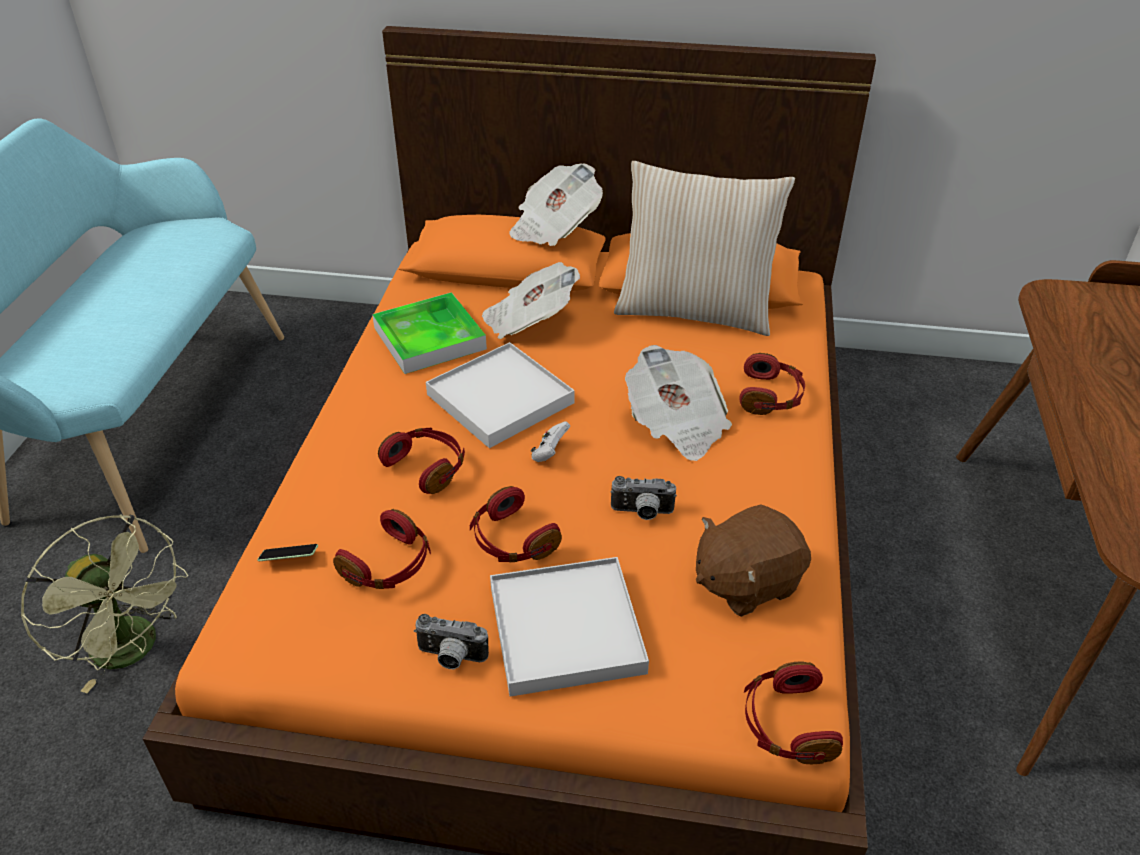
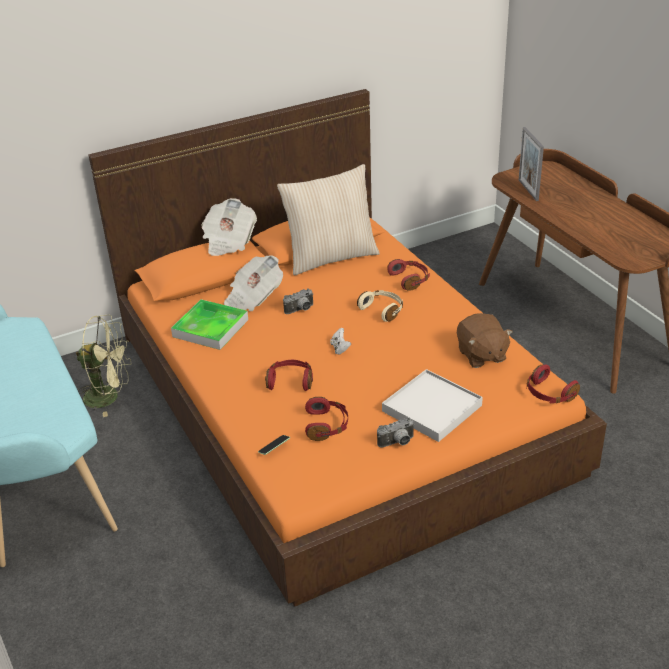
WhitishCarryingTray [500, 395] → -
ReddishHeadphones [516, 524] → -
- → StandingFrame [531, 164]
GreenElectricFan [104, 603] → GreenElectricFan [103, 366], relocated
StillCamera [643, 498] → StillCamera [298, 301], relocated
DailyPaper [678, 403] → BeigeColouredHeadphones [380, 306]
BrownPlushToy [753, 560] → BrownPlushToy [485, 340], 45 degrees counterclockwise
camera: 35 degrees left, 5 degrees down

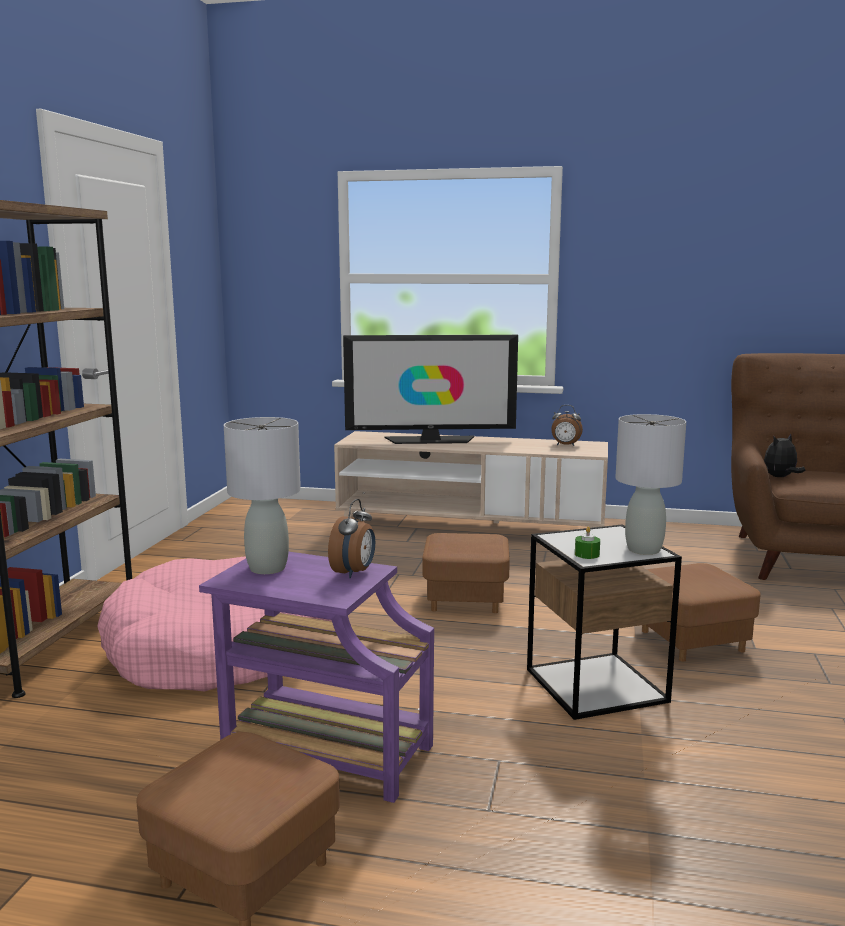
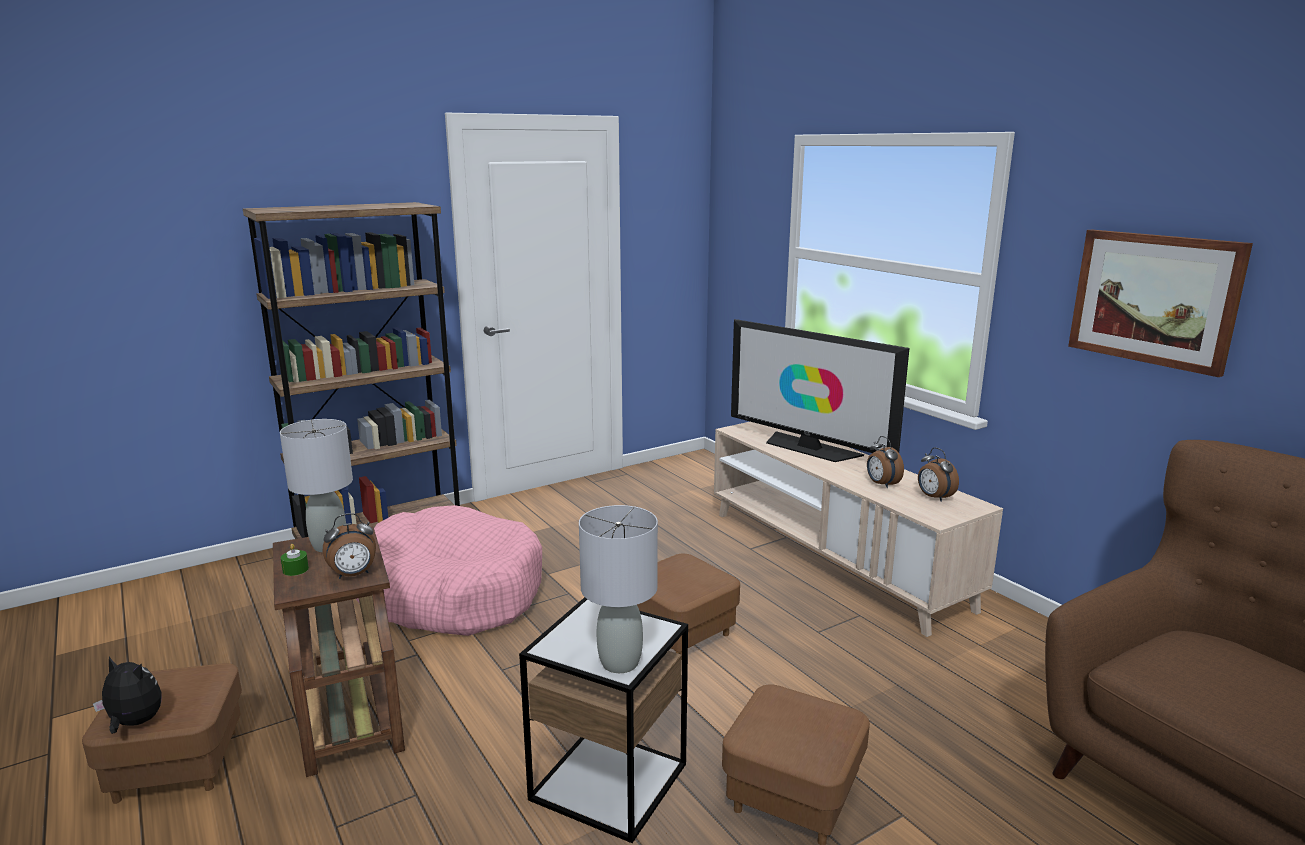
- → BedsideClock [885, 462]
- → WallArt [1160, 303]
GreenWaxLight [587, 542] → GreenWaxLight [295, 560], relocated
PlushToy [785, 455] → PlushToy [127, 695], relocated
PurplishEndTable [316, 677] → BrownEndTable [339, 651]
camera: 45 degrees right, 5 degrees up

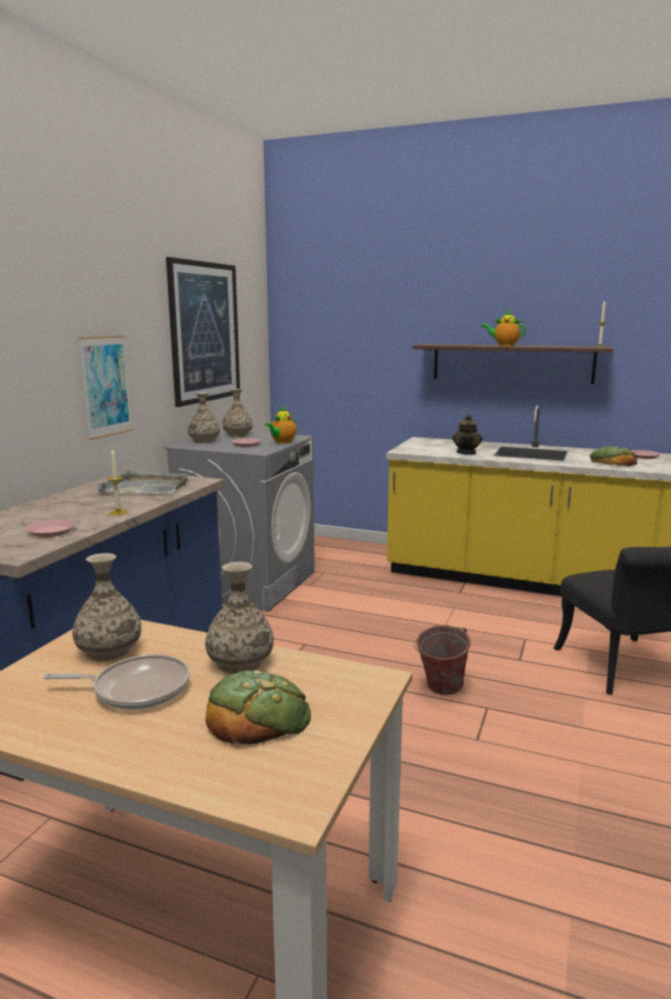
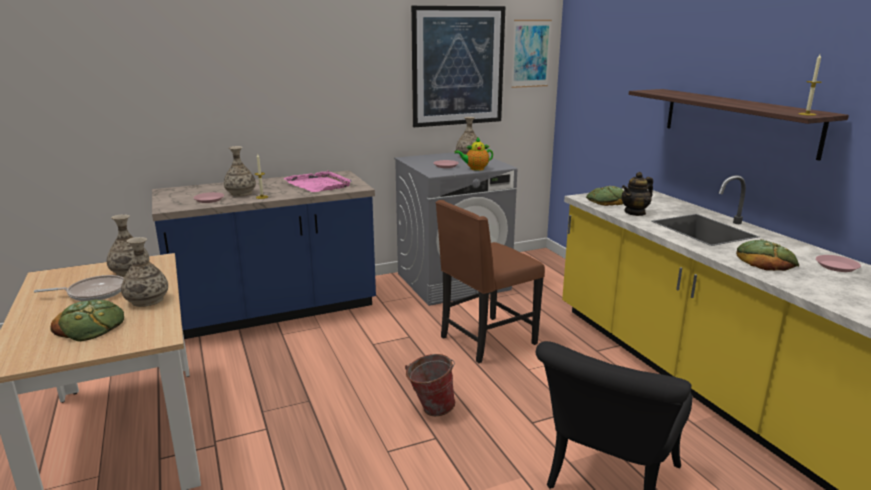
PotForTea [503, 328] → -
- → BrownChair [490, 281]
- → Bread [605, 196]
WallArt [106, 388] → WallArt [531, 54], relocated
DecorativeVase [204, 417] → DecorativeVase [240, 171], relocated
GreyCarryingTray [142, 482] → PinkColouredCarryingTray [318, 181]
Skillet [117, 682] → Skillet [79, 288], 60 degrees counterclockwise
camera: 45 degrees right, 5 degrees up

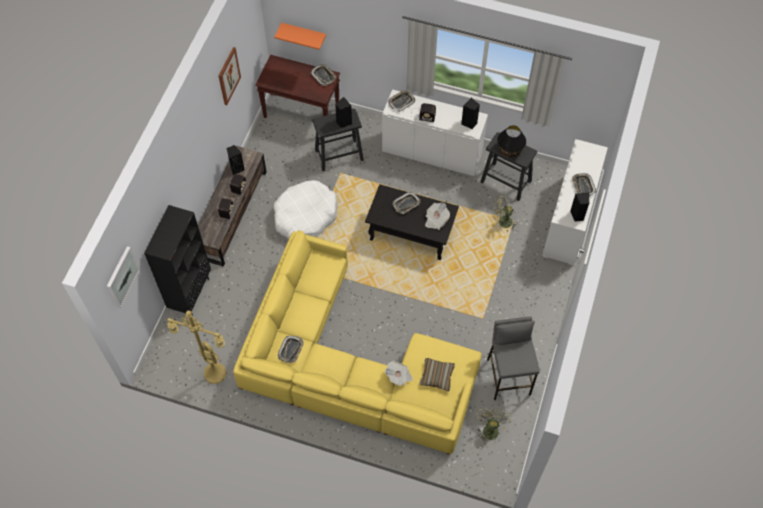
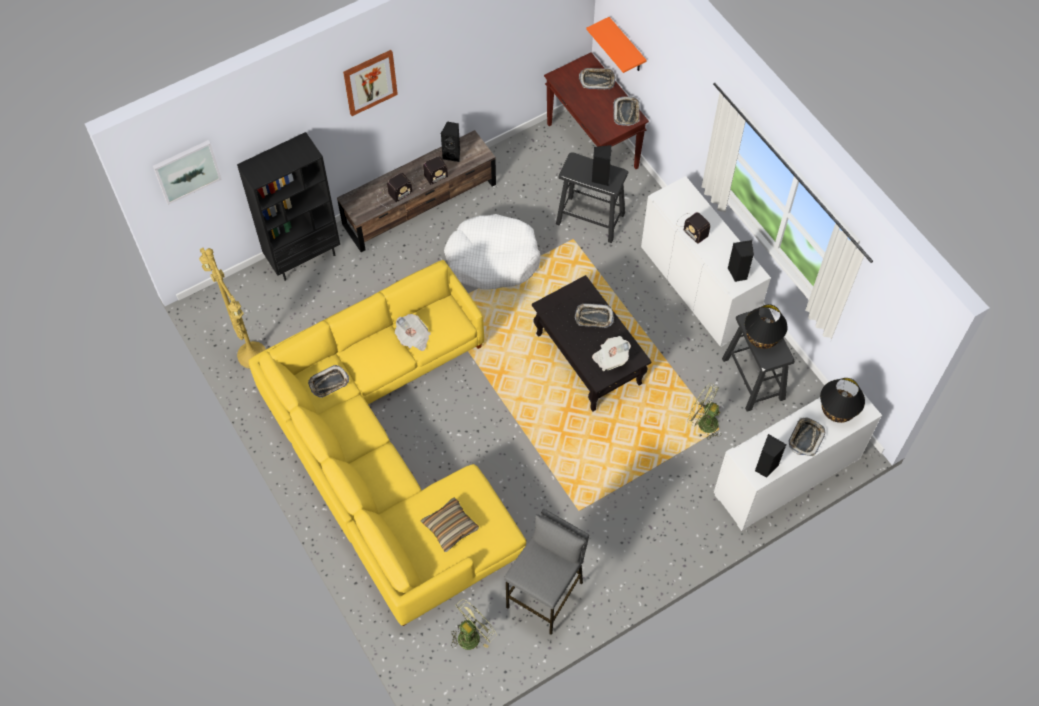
- → BlackColouredTableLamp [842, 400]
WallArt [229, 76] → WallArt [370, 83], relocated
DailyPaper [399, 373] → DailyPaper [413, 332], relocated
CarryingTray [401, 101] → CarryingTray [597, 78], relocated
camera: 40 degrees right, 0 degrees up

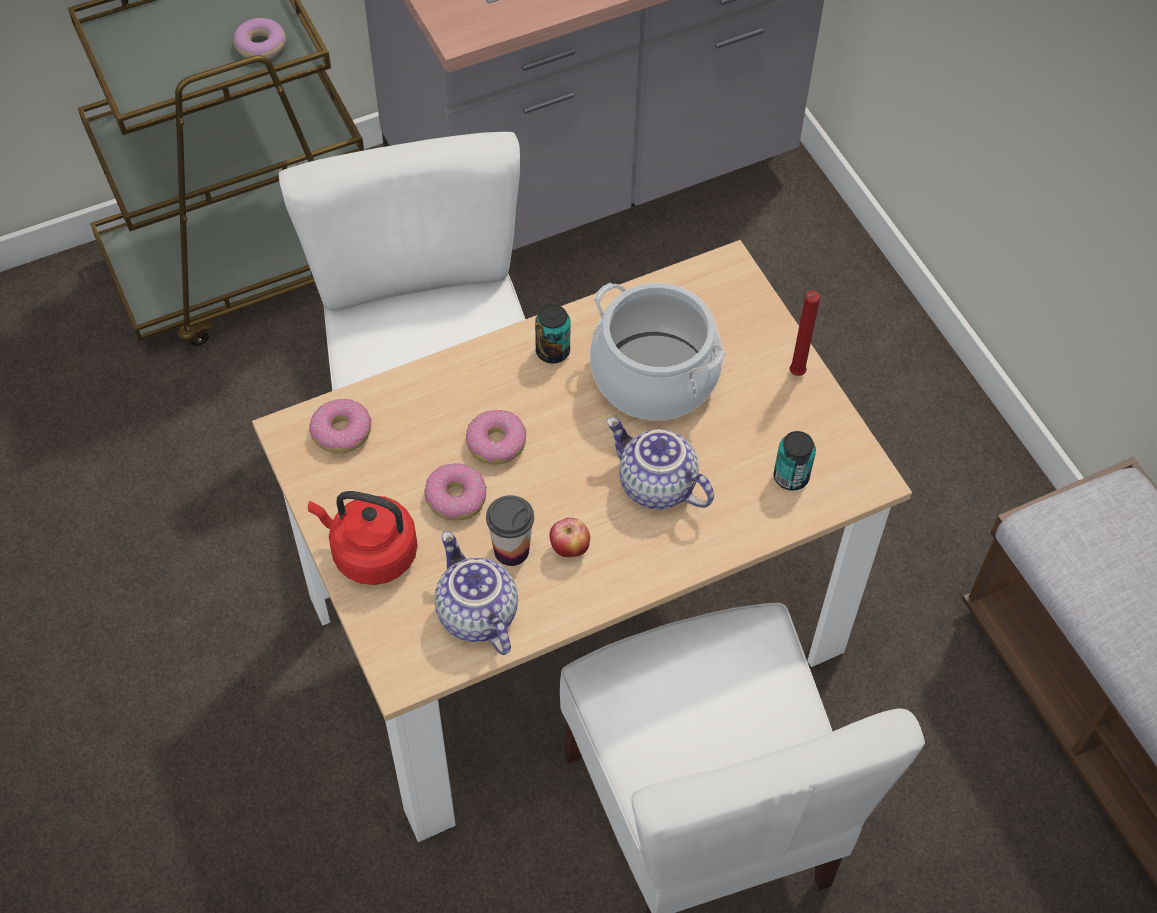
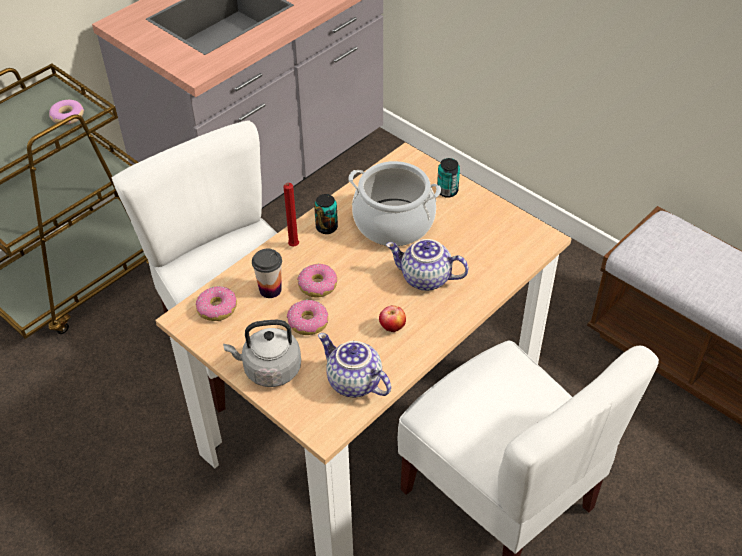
Cup [510, 530] → Cup [267, 273], relocated
SealedCan [795, 461] → SealedCan [448, 178], relocated
ReddishWaxLight [804, 333] → ReddishWaxLight [291, 214], relocated
ReddishTeaKettle [363, 538] → GreyTeaKettle [262, 353]
camera: 20 degrees left, 10 degrees down

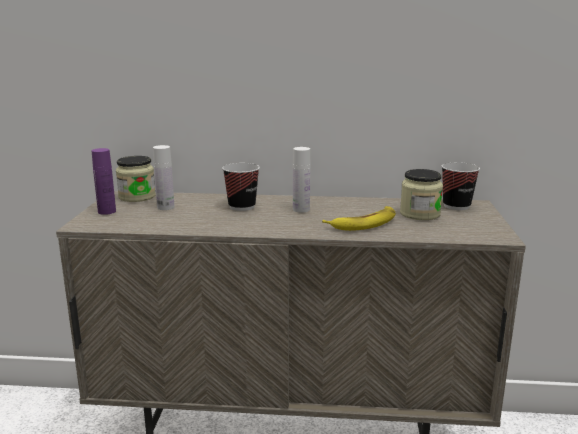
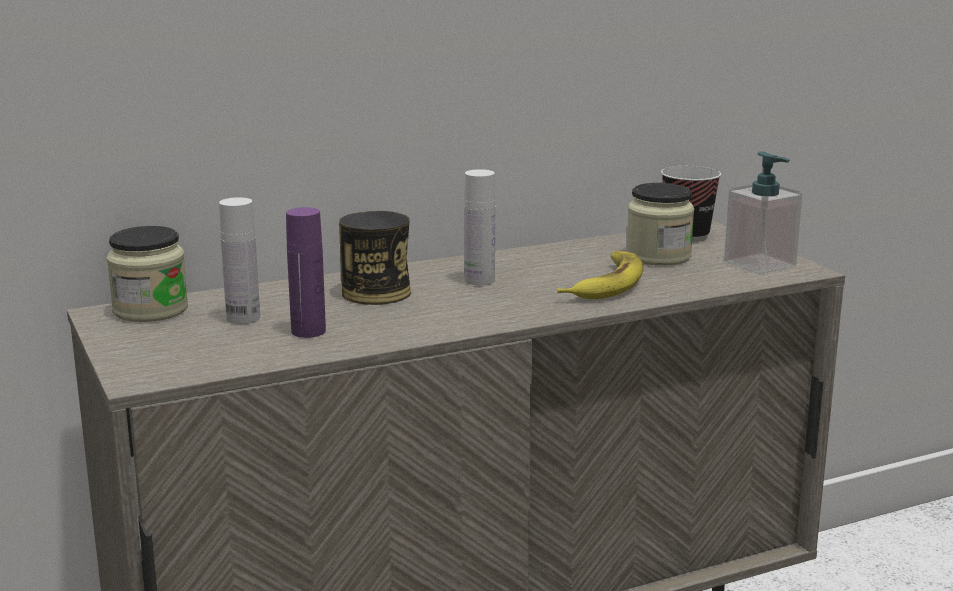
- → LiquidSoapBottle [763, 212]
PurplishBeverageBottle [104, 181] → PurplishBeverageBottle [306, 272], relocated
Cup [241, 187] → SealedCan [375, 258]
camera: 30 degrees left, 0 degrees up

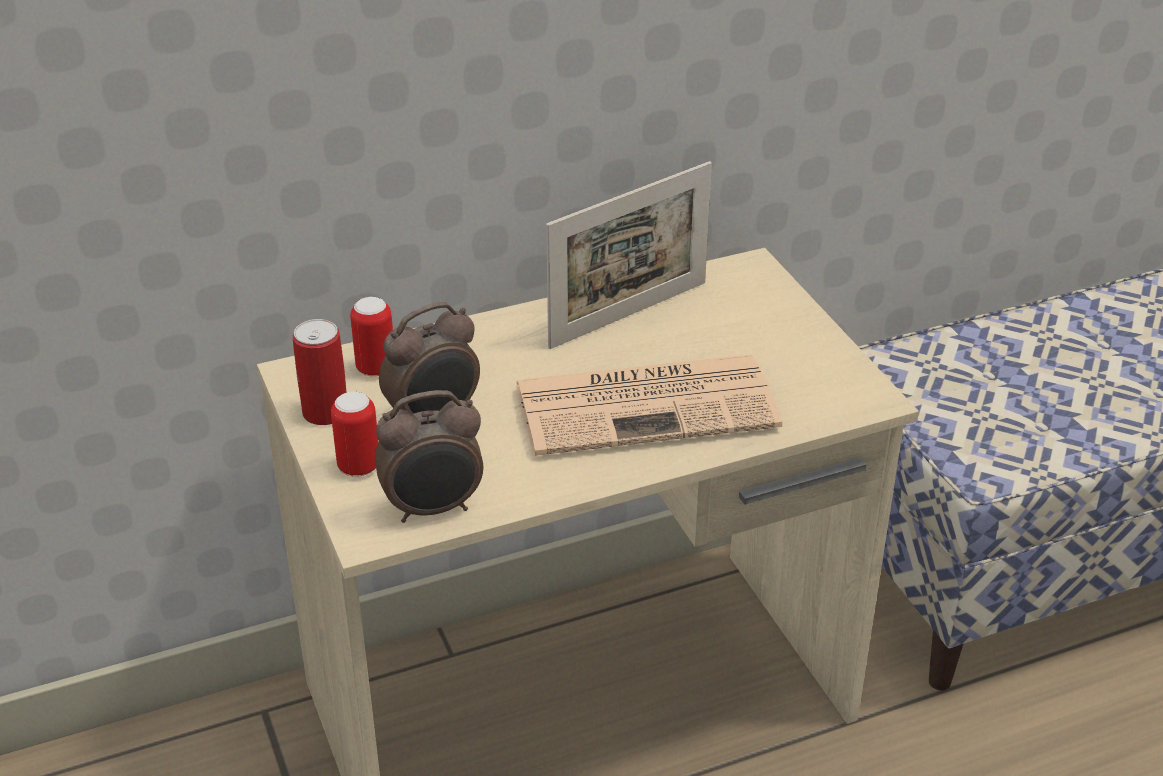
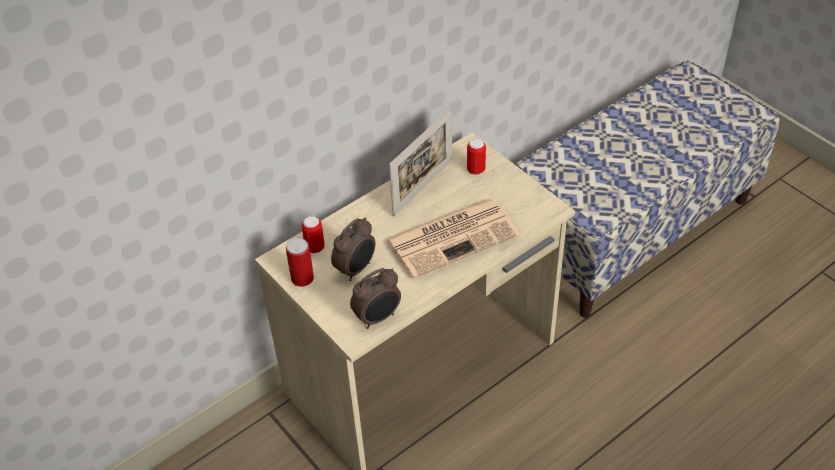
SealedCan [354, 434] → SealedCan [476, 157], relocated
camera: 15 degrees left, 10 degrees up

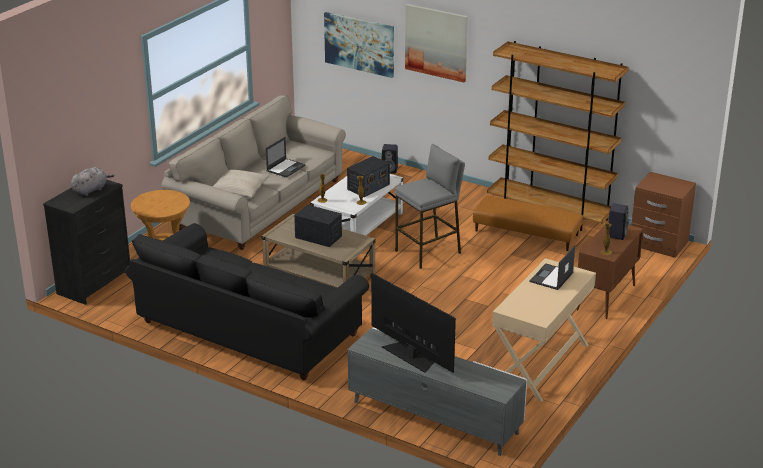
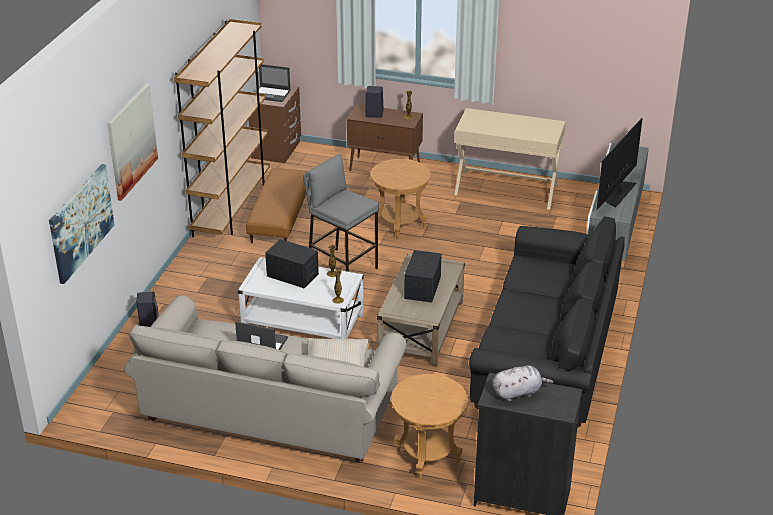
- → BrownEndTable [401, 199]
PortableComputer [552, 267] → PortableComputer [273, 83], relocated
GreyPlushToy [92, 181] → GreyPlushToy [523, 383], 135 degrees clockwise
camera: 105 degrees left, 5 degrees up

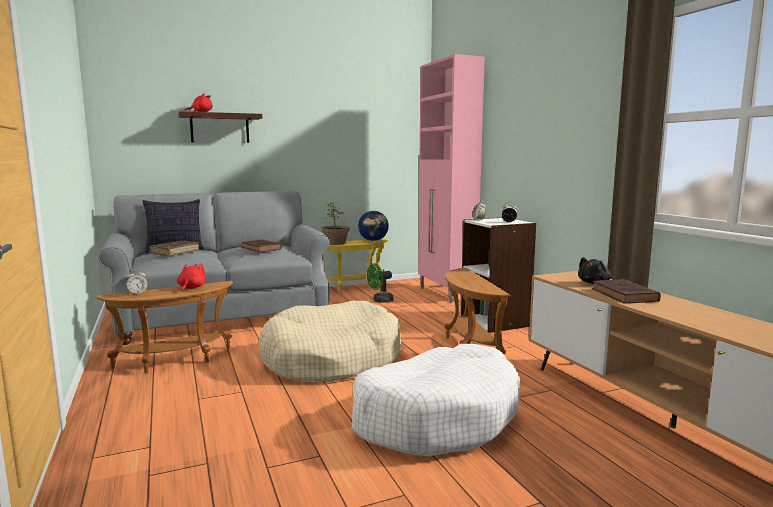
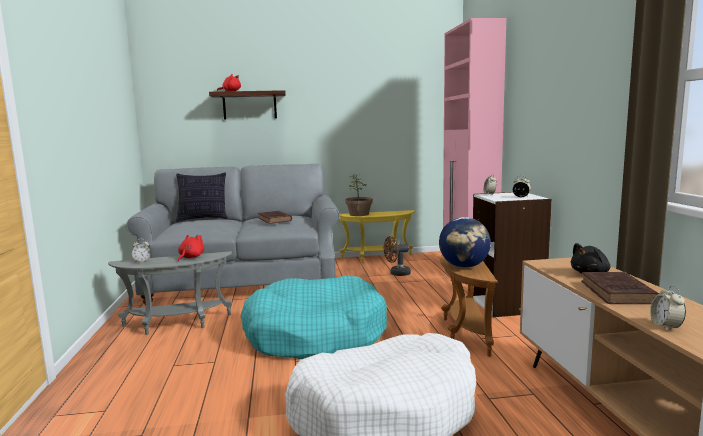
BrownBoundBook [174, 248] → -
- → BedsideClock [668, 308]
Globe [373, 226] → Globe [465, 242], relocated
BrownEndTable [165, 327] → GreyEndTable [170, 293]
BeigeColouredDogCushion [330, 340] → BlueGreenDogCushion [313, 317]
GreenElectricFan [380, 283] → BrownElectricFan [397, 256]
camera: 15 degrees right, 0 degrees up

